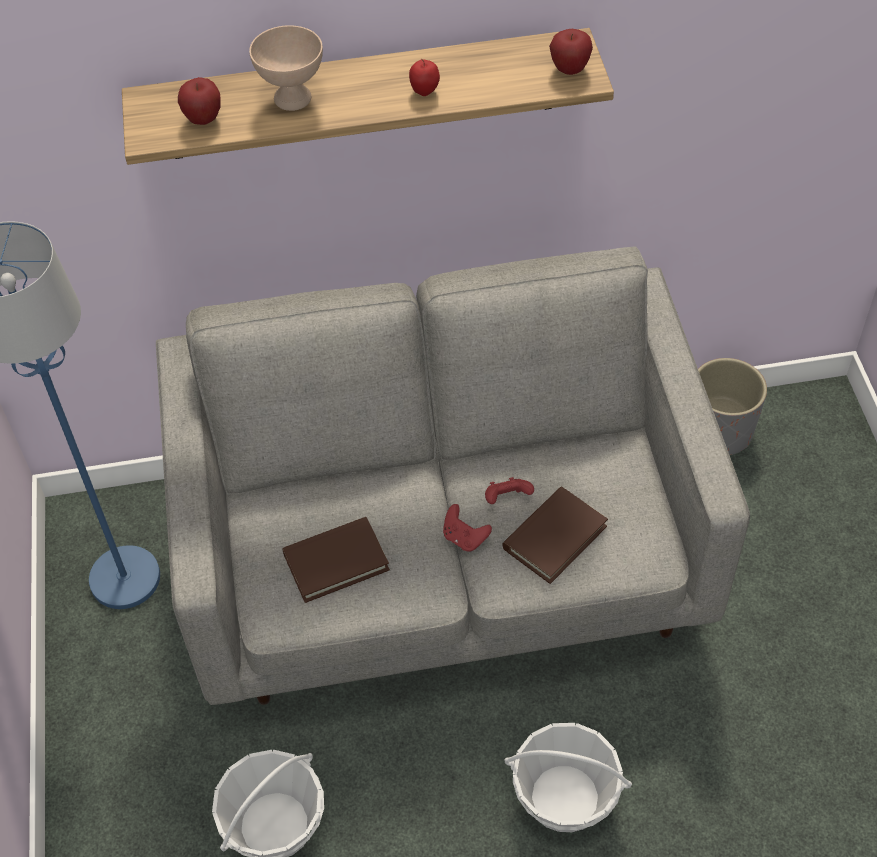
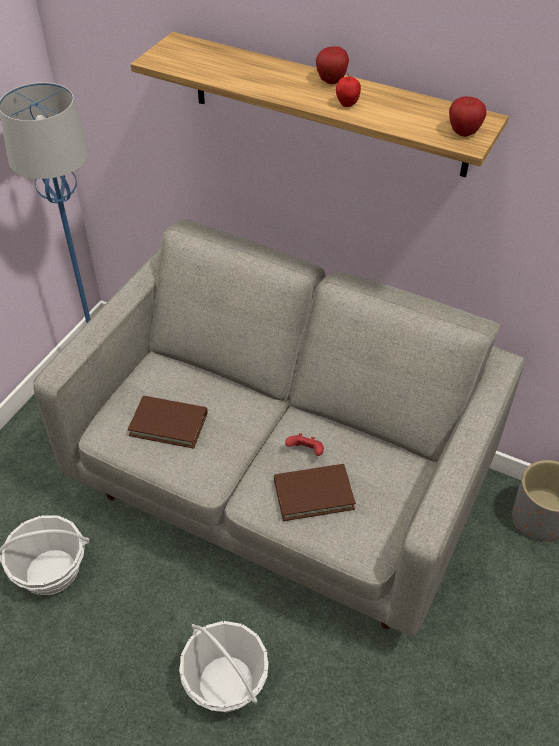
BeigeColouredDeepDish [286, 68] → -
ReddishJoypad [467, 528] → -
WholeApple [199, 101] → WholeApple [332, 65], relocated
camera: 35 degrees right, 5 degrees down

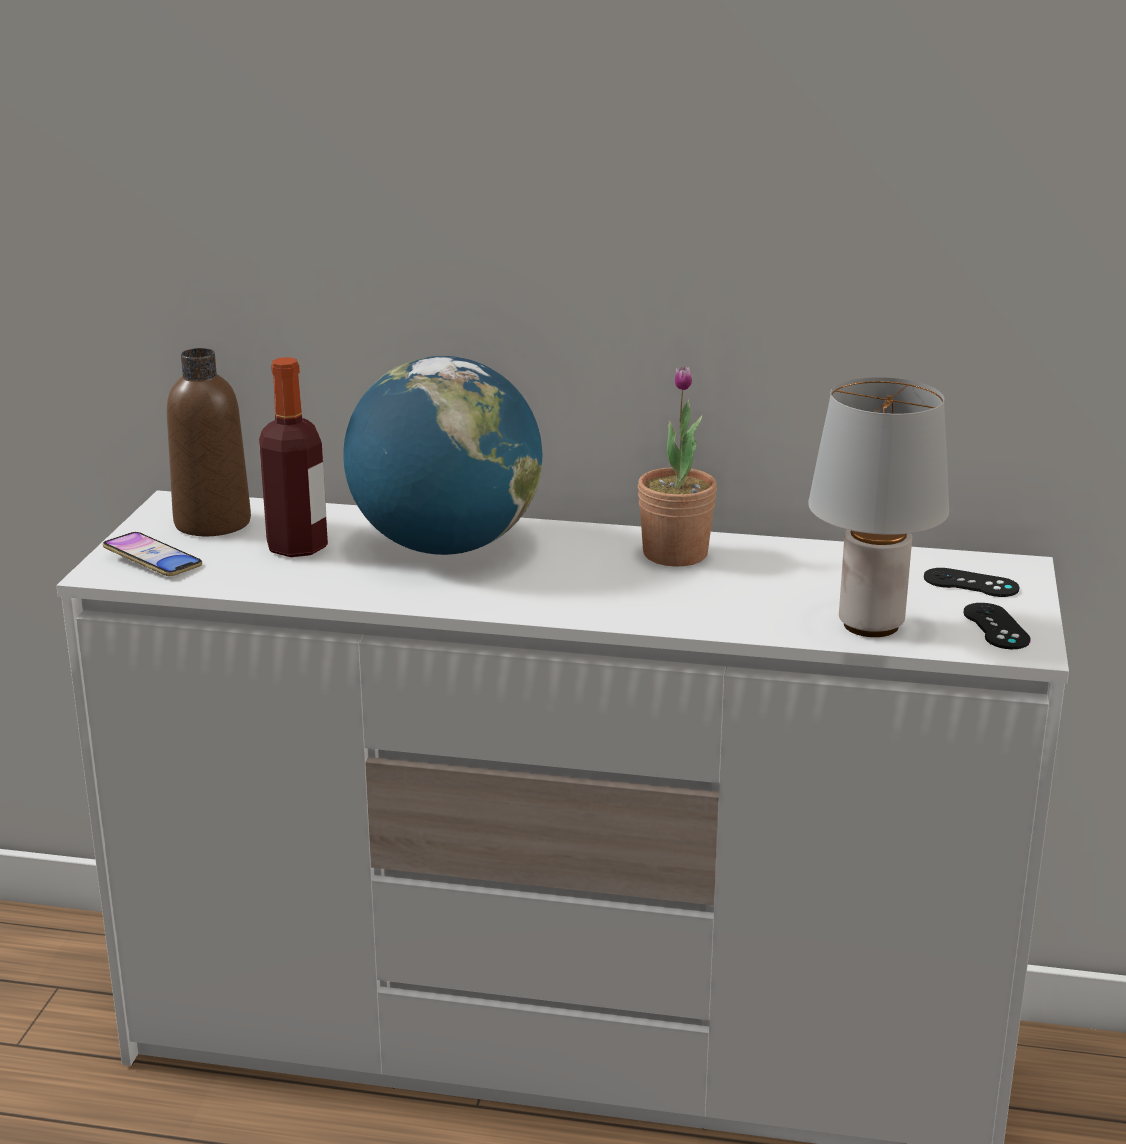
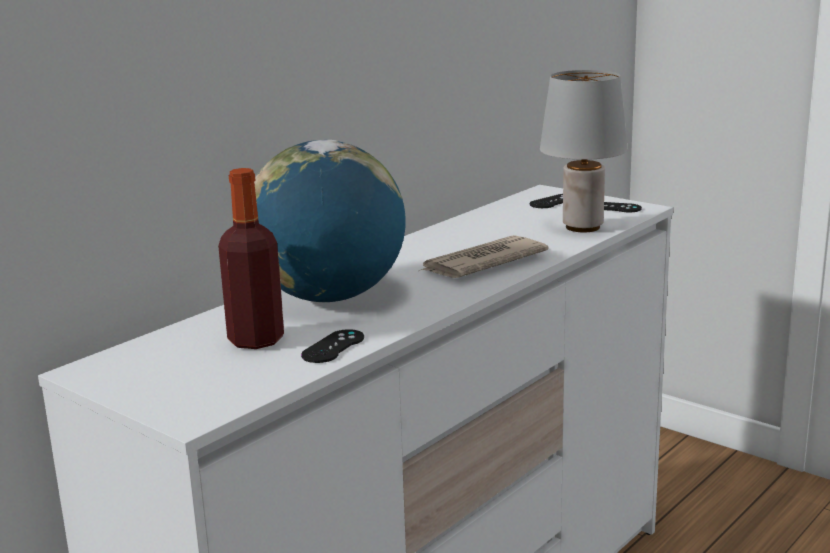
Phone [152, 554] → -
BrownBeverageBottle [209, 442] → -
PottedPlant [677, 466] → -
- → BlackColouredJoypad [332, 346]
- → DailyPaper [484, 256]
camera: 60 degrees left, 5 degrees down

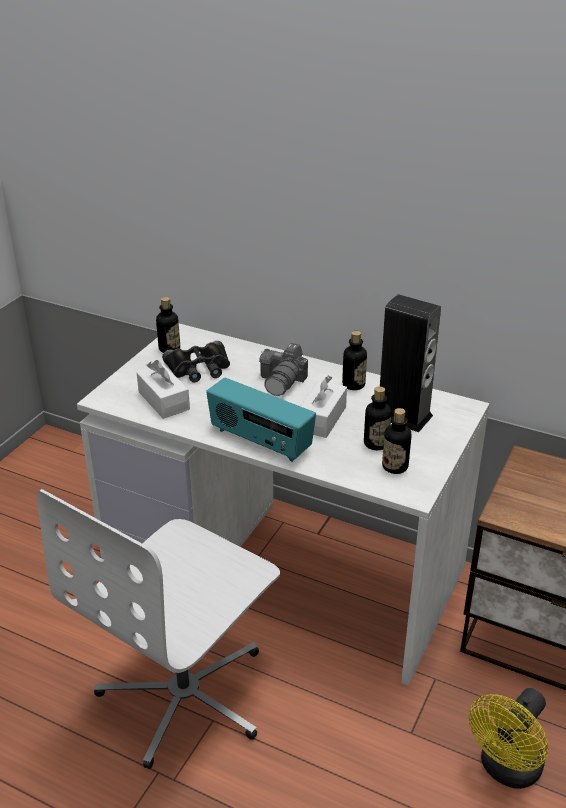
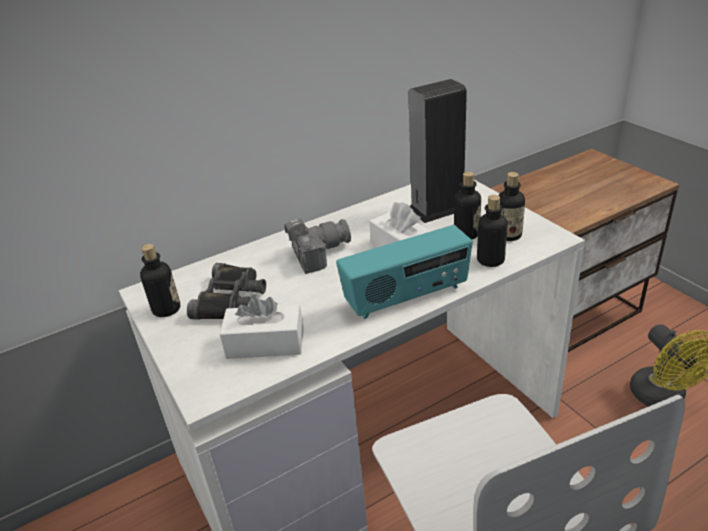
BeverageBottle [354, 360] → BeverageBottle [492, 231], relocated
StillCamera [283, 369] → StillCamera [318, 246], 75 degrees counterclockwise
camera: 55 degrees left, 0 degrees up

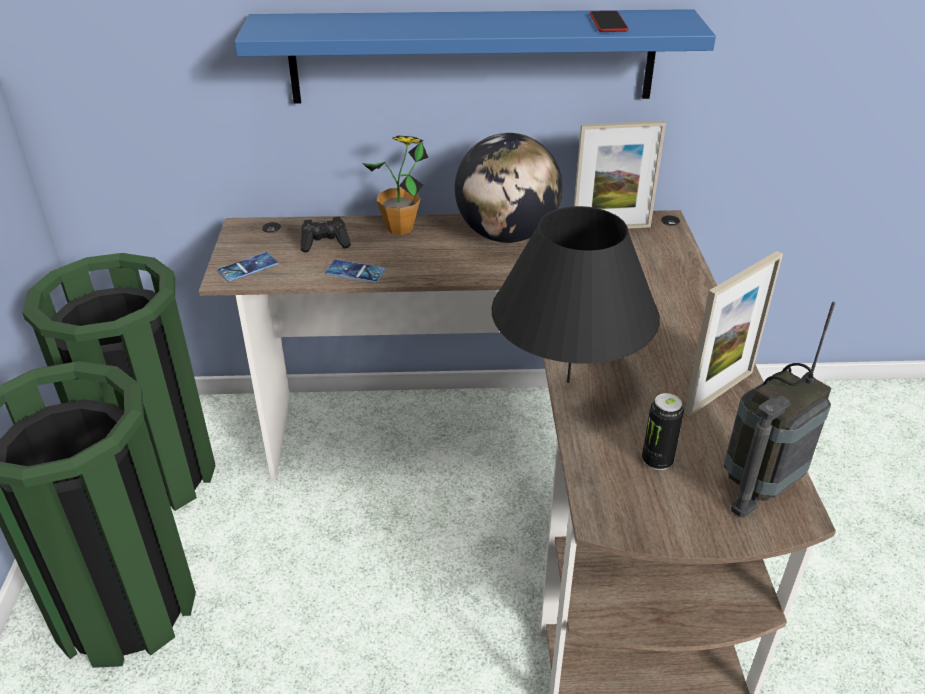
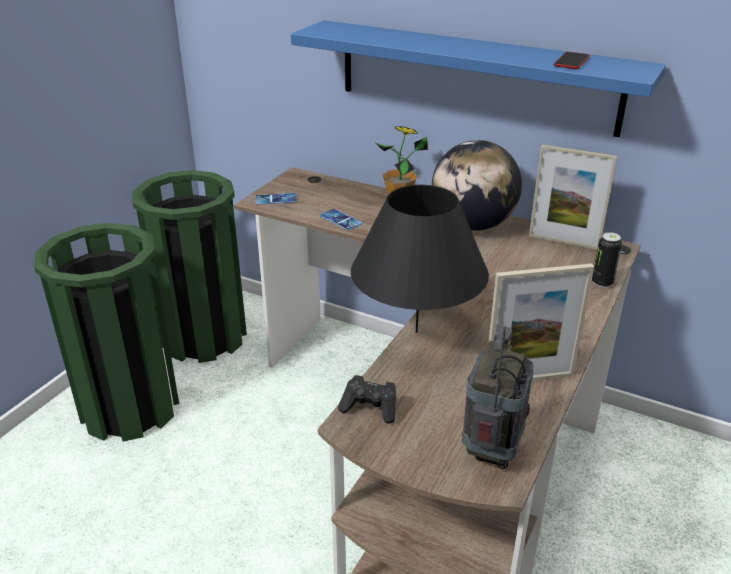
BlackColouredJoypad [325, 235] → BlackColouredJoypad [367, 399], relocated
SealedCan [663, 431] → SealedCan [607, 260], relocated
Radio [779, 410] → Radio [498, 397], 120 degrees clockwise
camera: 30 degrees right, 5 degrees down

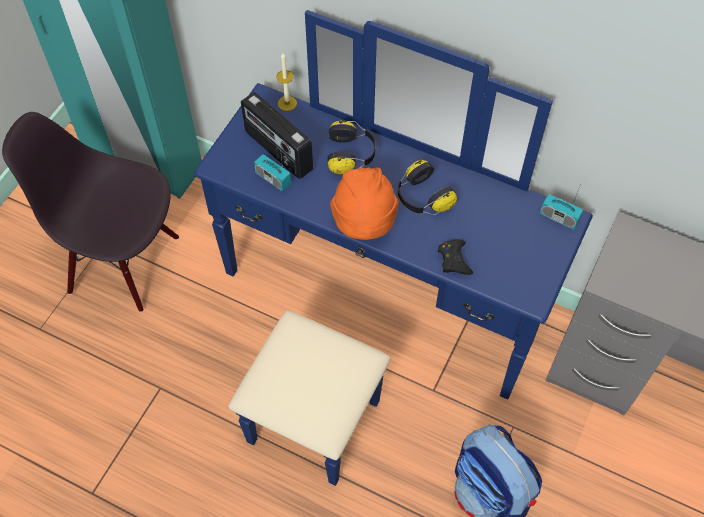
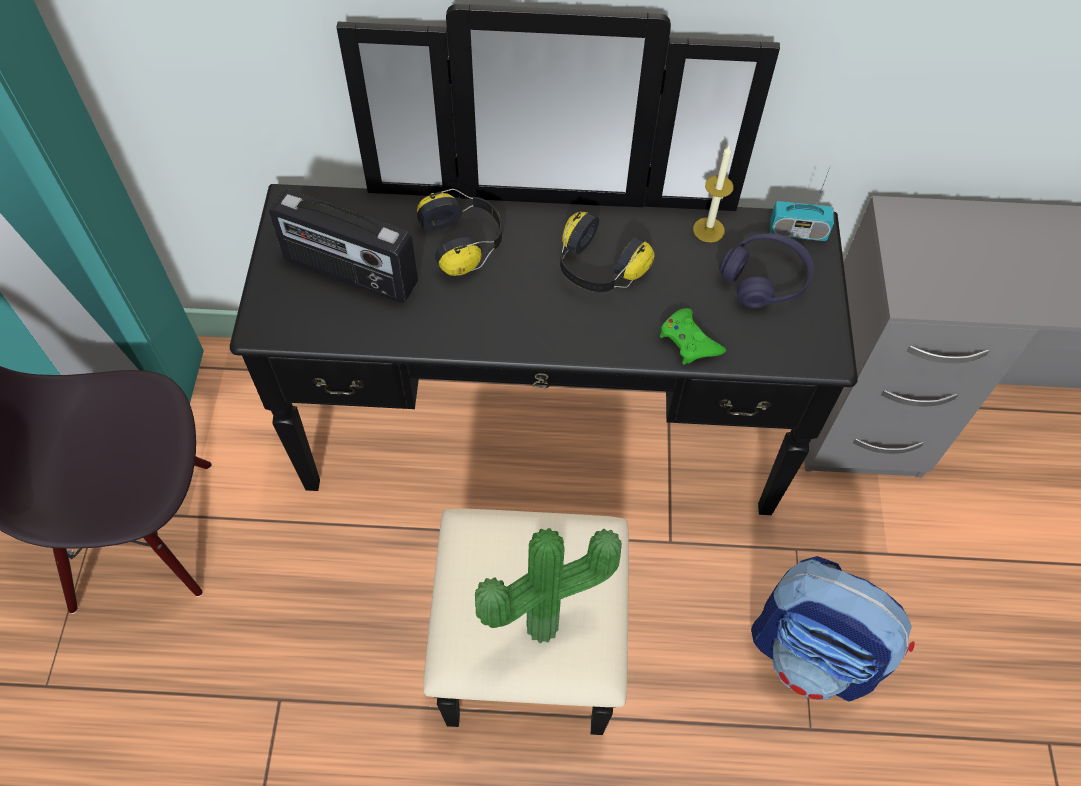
Radio [272, 169] → -
OrangeyHat [364, 203] → -
- → PottedPlant [548, 585]
- → PurplishHeadphones [766, 270]
WaxLight [286, 82] → WaxLight [713, 194], relocated
BlueDrawerChest [393, 248] → BlackColouredDrawerChest [544, 369]
BlackColouredJoypad [455, 257] → GreenJoypad [693, 336]
camera: 25 degrees left, 0 degrees up

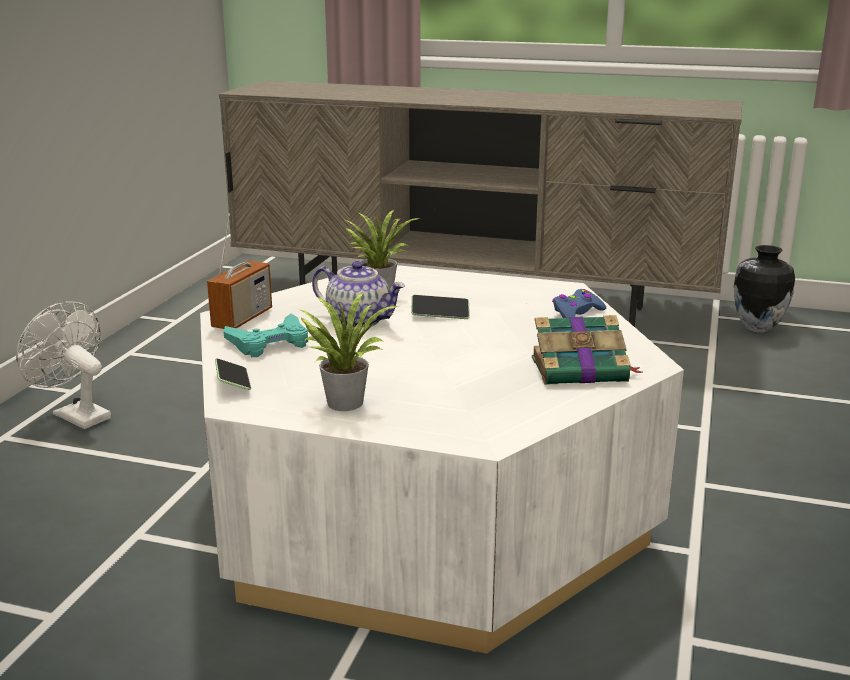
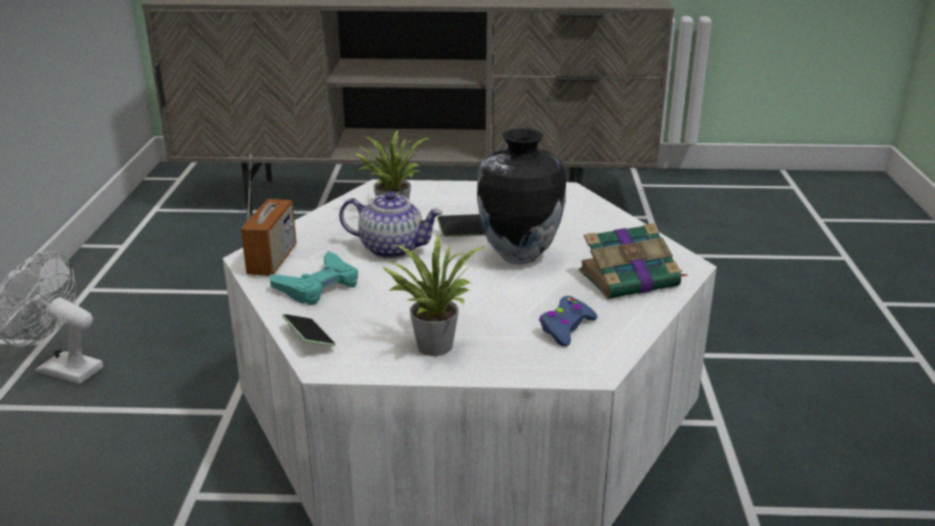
BlueJoypad [579, 303] → BlueJoypad [568, 321], relocated
DecorativeVase [764, 289] → DecorativeVase [521, 196], relocated
camera: 15 degrees left, 5 degrees up

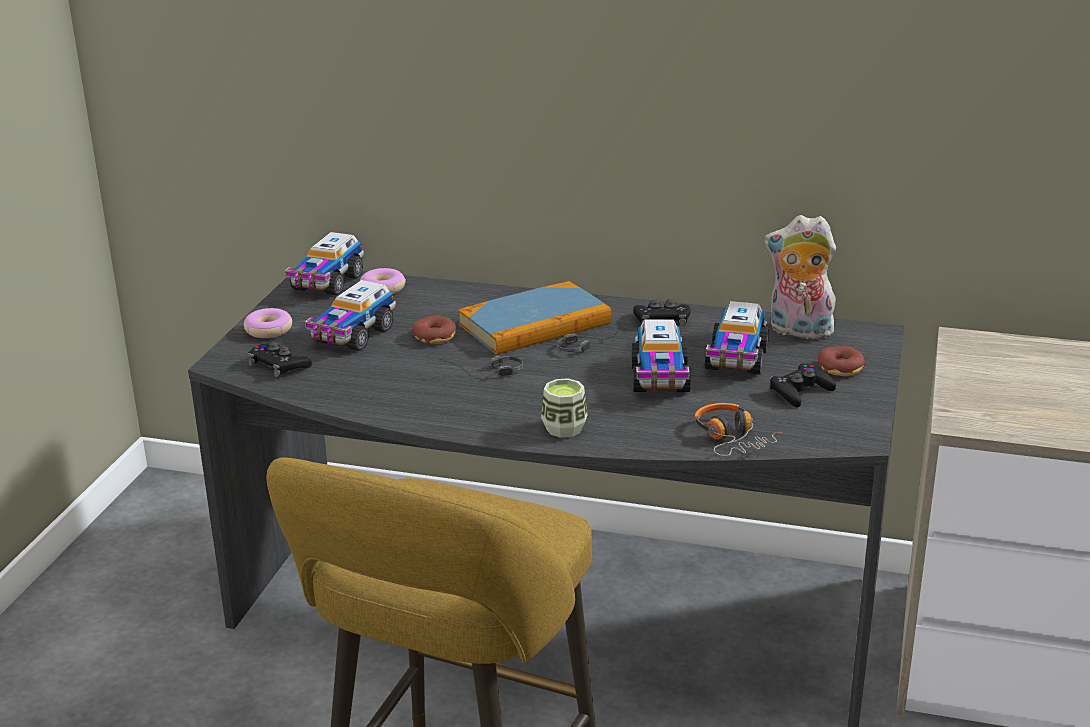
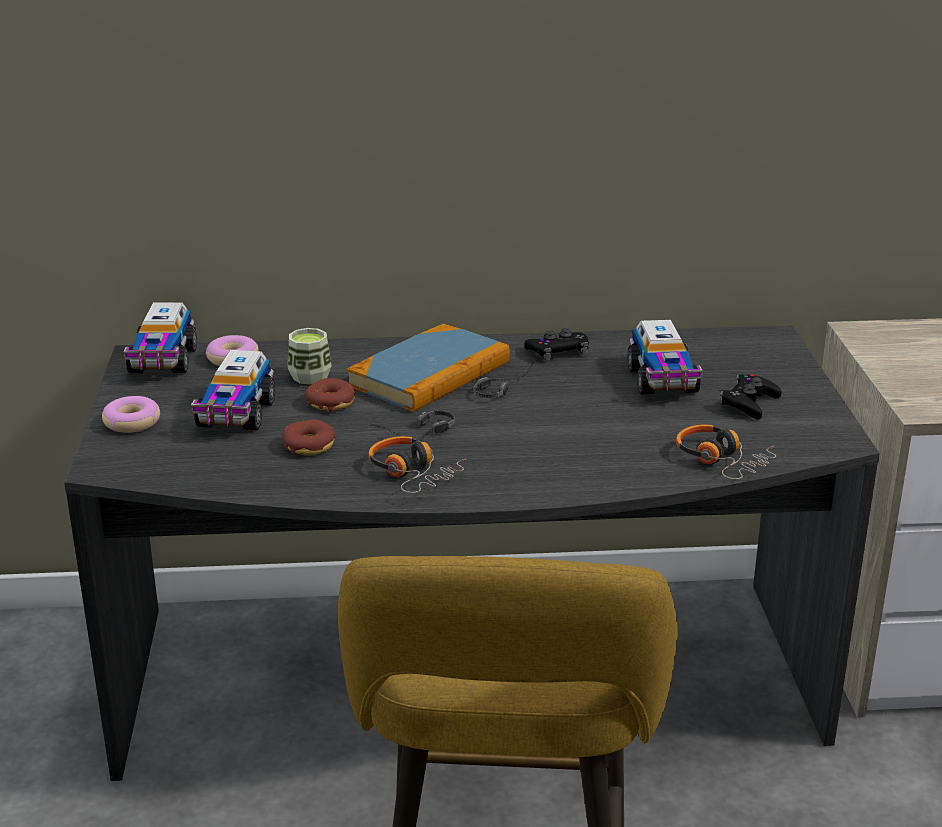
BlackColouredJoypad [279, 359] → -
ModelTruck [661, 356] → -
PlushToy [800, 277] → -
- → Headphones [417, 464]
Cup [564, 408] → Cup [310, 356], relocated
Doughnut [841, 361] → Doughnut [309, 437], relocated
camera: 20 degrees left, 0 degrees up

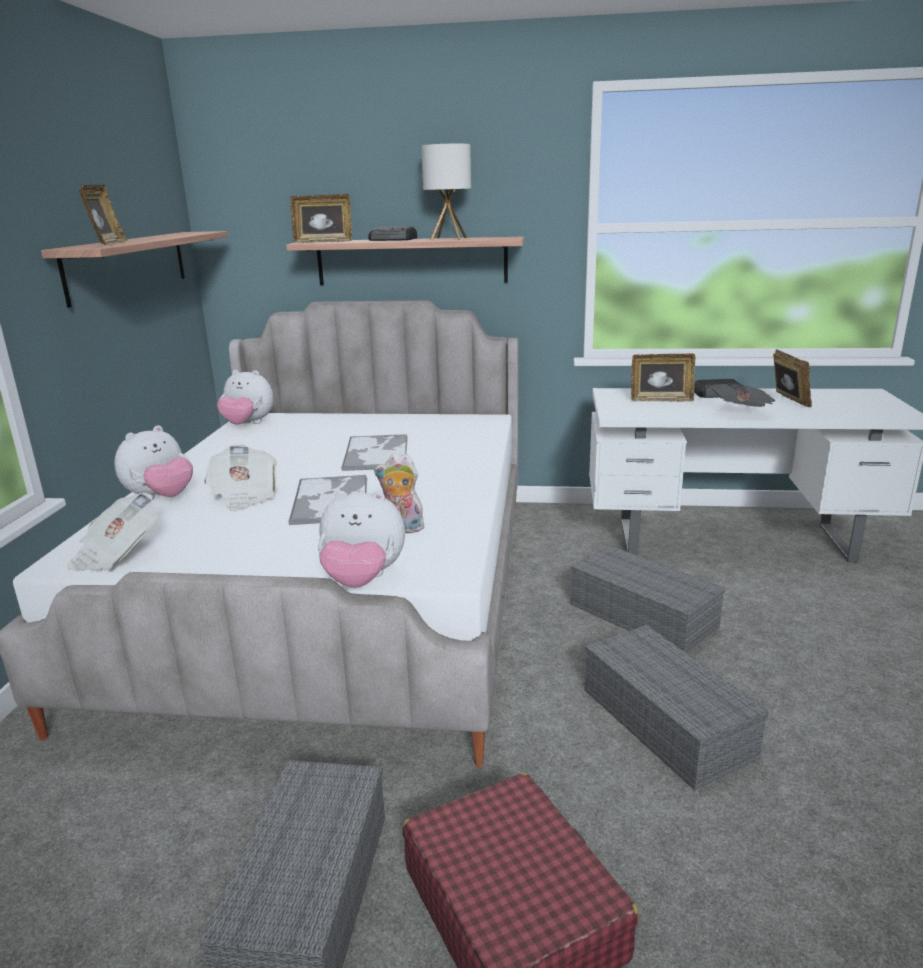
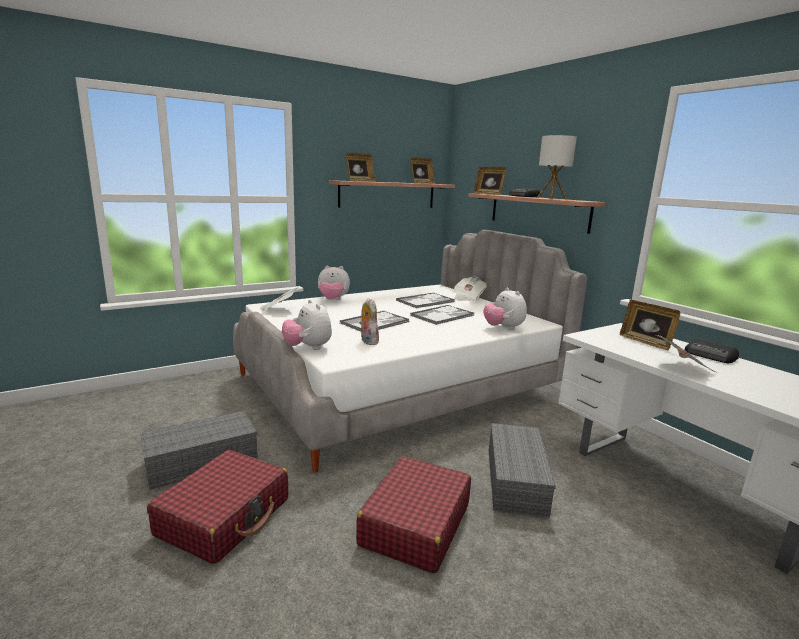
- → CarryingTray [425, 300]
DailyPaper [240, 477] → DailyPaper [470, 288], relocated
PlushToy [245, 397] → PlushToy [505, 309], relocated
StandingFrame [792, 378] → StandingFrame [423, 170], relocated
GreyStorageBox [677, 707] → ReddishTravelCase [413, 515]
camera: 50 degrees right, 5 degrees down

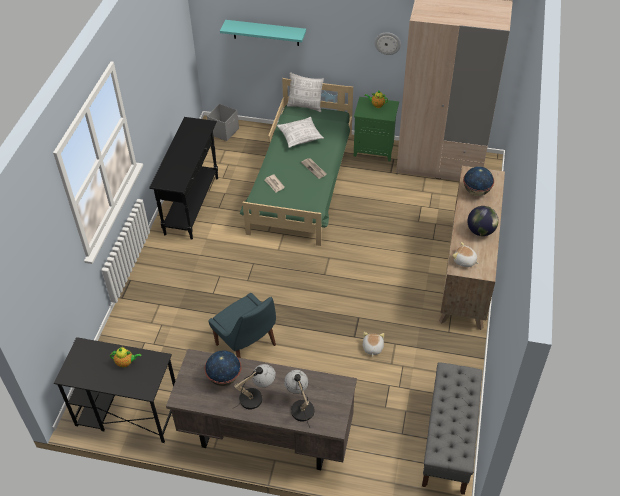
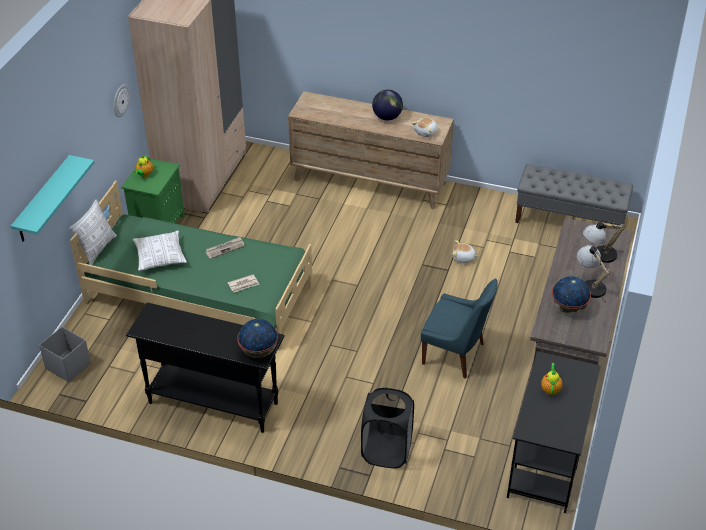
- → BlackColouredLaundryBasket [387, 428]
Globe [478, 181] → Globe [257, 338], relocated
BlueChair [242, 325] → BlueChair [459, 328], 60 degrees clockwise
camera: 85 degrees left, 5 degrees down

